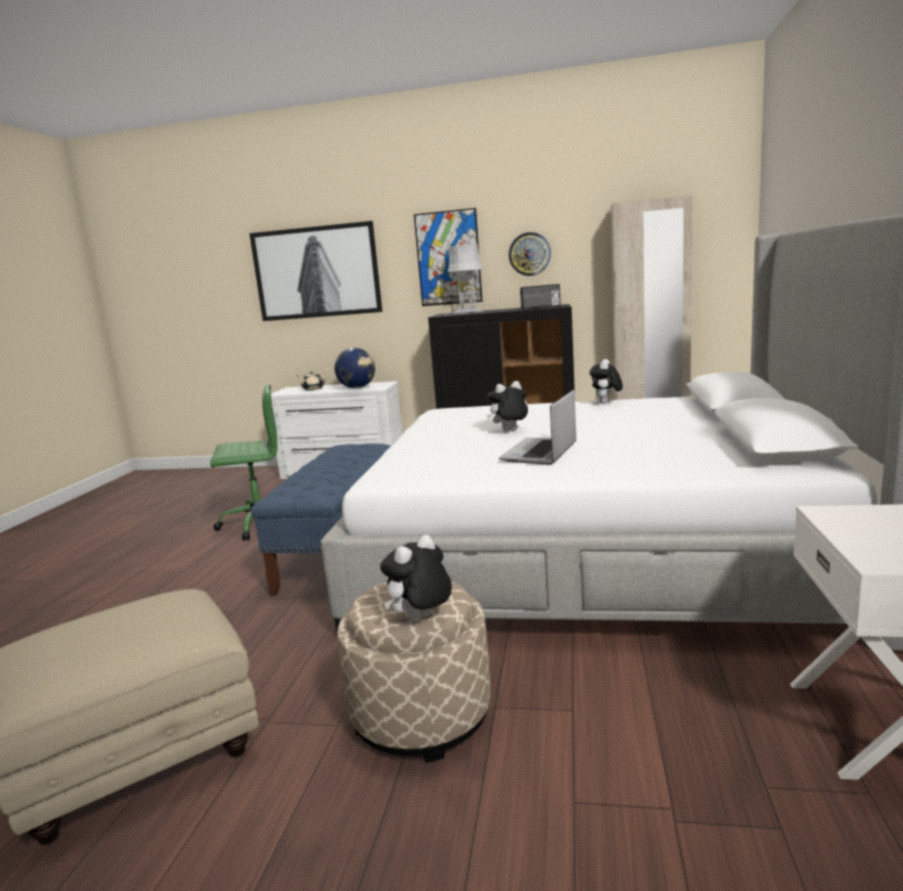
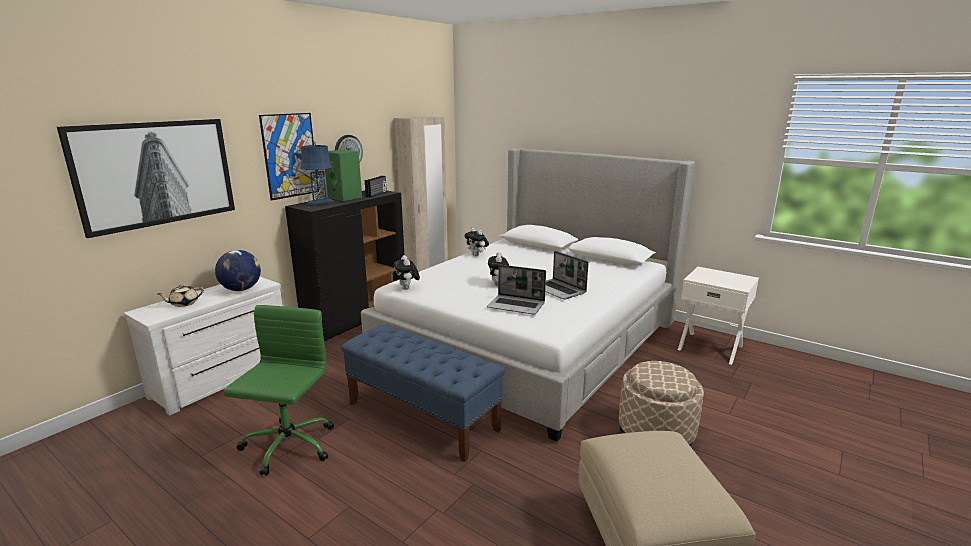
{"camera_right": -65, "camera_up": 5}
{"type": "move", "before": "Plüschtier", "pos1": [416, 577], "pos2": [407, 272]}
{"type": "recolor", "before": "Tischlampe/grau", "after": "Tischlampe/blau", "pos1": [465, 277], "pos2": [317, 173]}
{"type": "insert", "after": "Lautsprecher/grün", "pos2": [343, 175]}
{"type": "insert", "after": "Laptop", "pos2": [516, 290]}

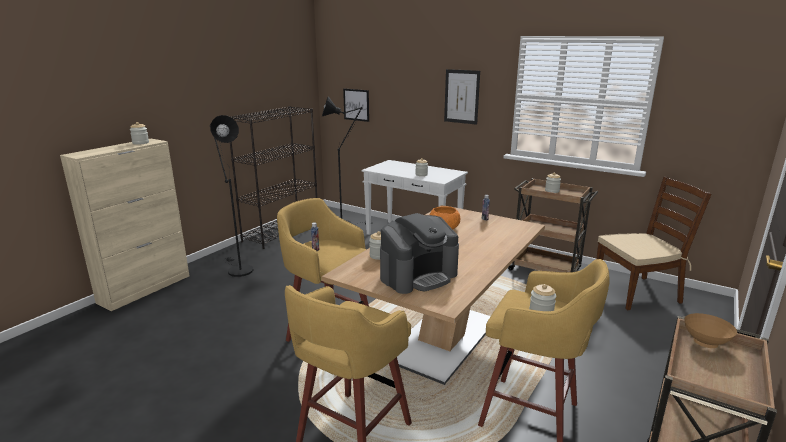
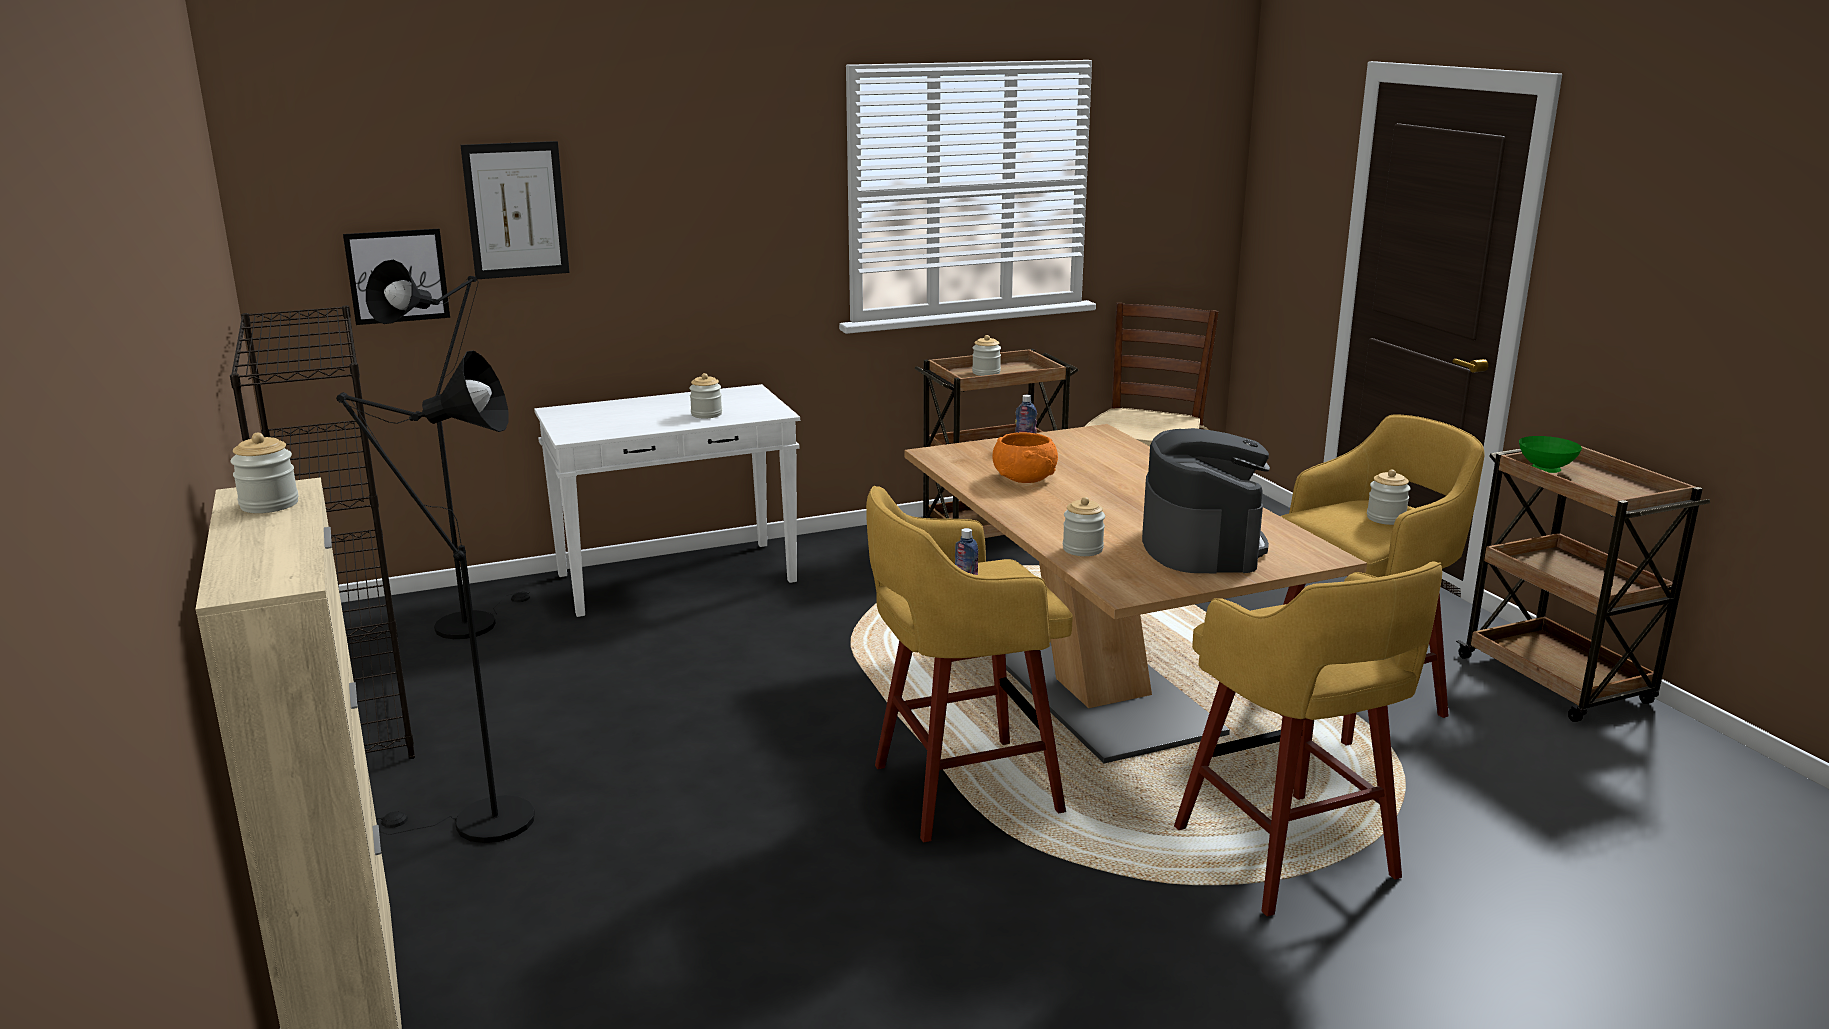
{"camera_right": -55, "camera_up": 0}
{"type": "move", "before": "Bild", "pos1": [462, 97], "pos2": [515, 210]}
{"type": "recolor", "before": "Schüssel/braun", "after": "Schüssel/grün", "pos1": [710, 330], "pos2": [1550, 454]}

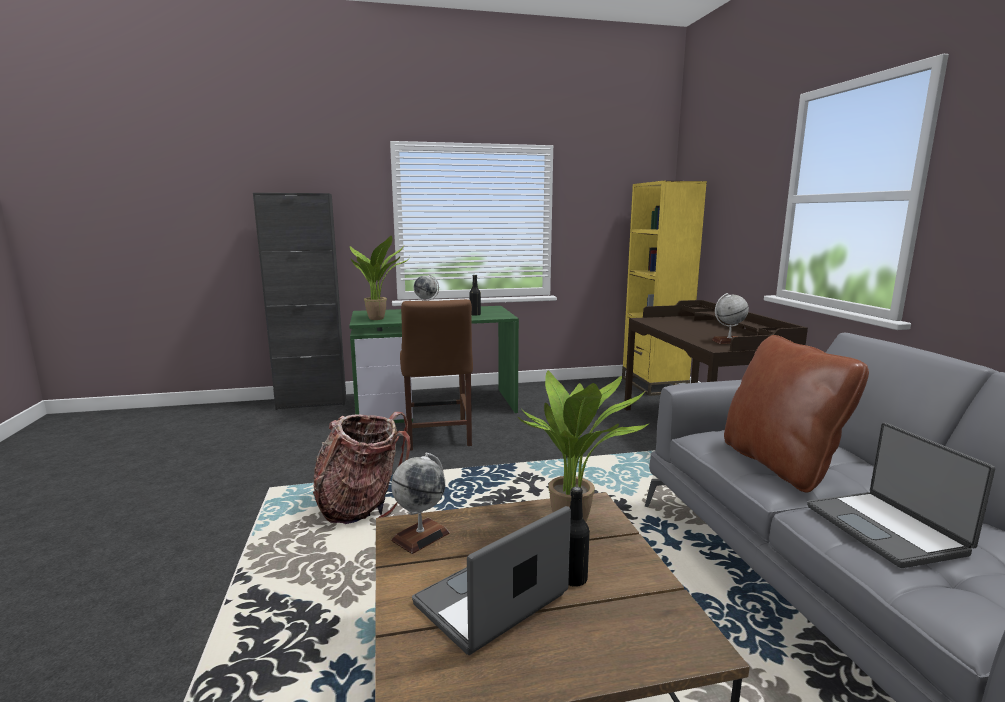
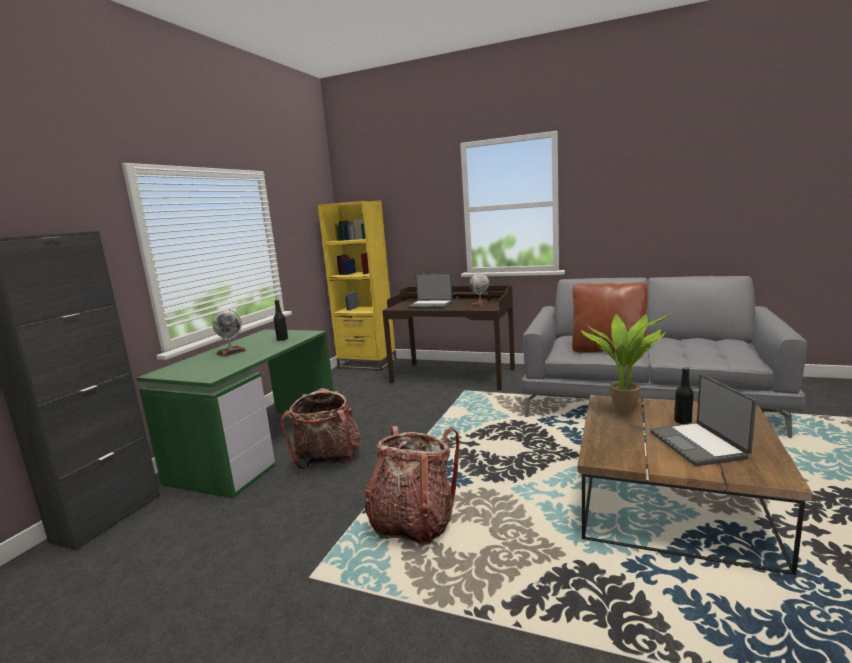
{"camera_right": -55, "camera_up": 0}
{"type": "delete", "before": "Topfpflanze", "pos1": [380, 278]}
{"type": "delete", "before": "Globus", "pos1": [420, 503]}
{"type": "replace", "before": "Stuhl/braun", "after": "Rucksack", "pos1": [436, 375], "pos2": [321, 428]}
{"type": "move", "before": "Laptop", "pos1": [901, 495], "pos2": [430, 291]}

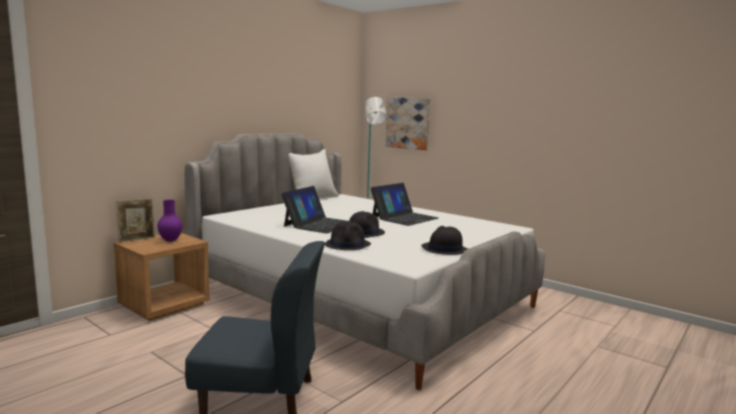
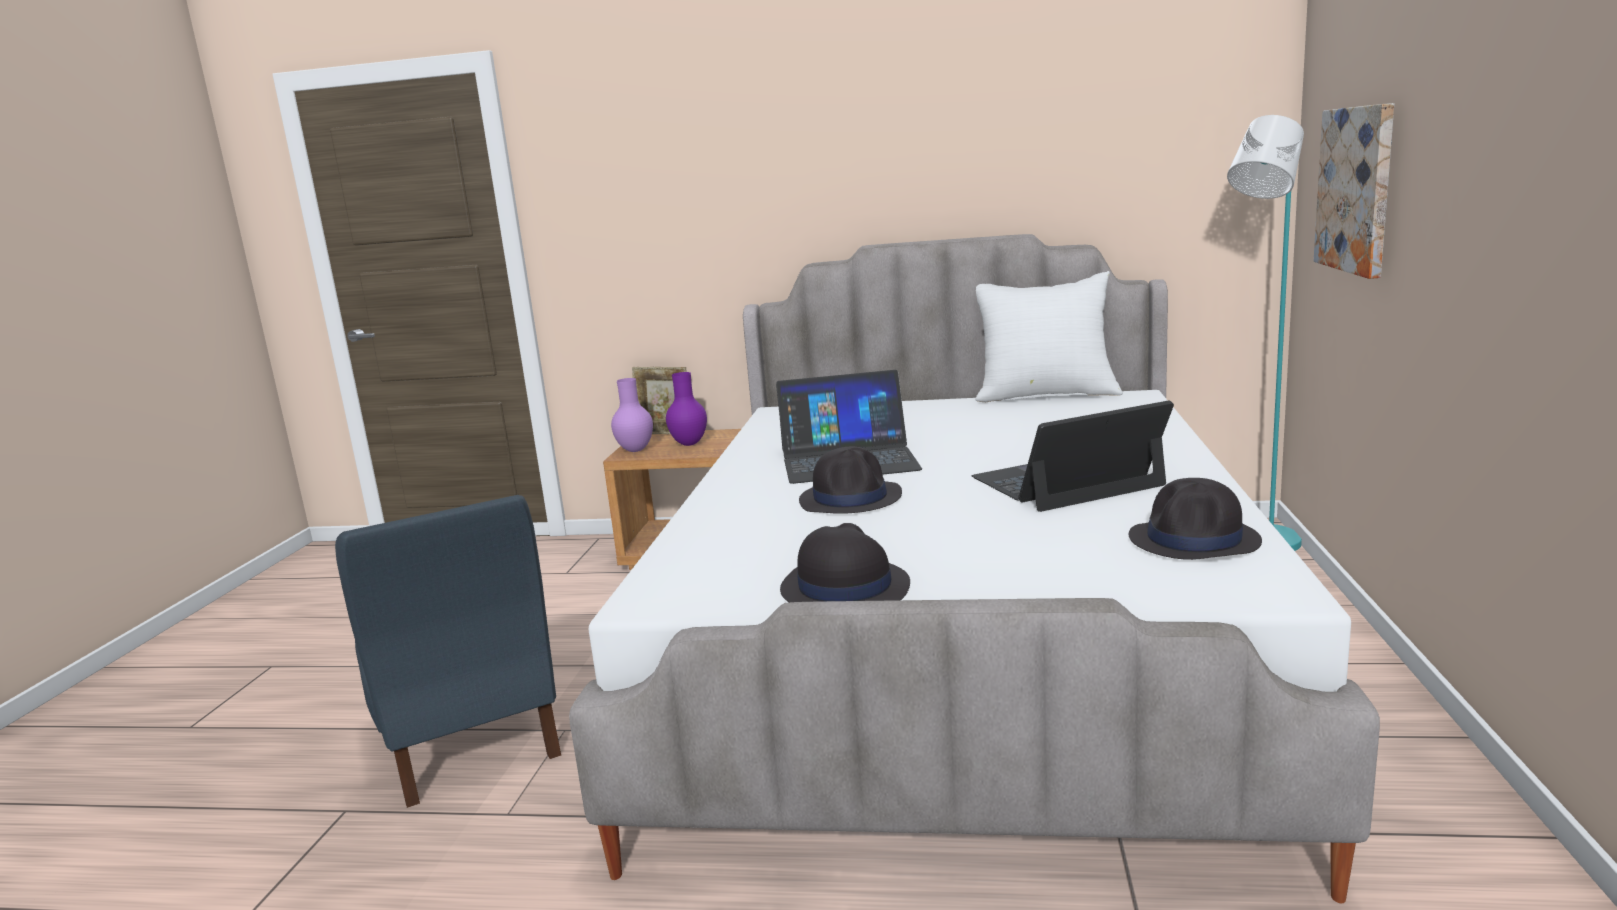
{"camera_right": 60, "camera_up": 5}
{"type": "move", "before": "Hut/schwarz", "pos1": [348, 235], "pos2": [1195, 519]}
{"type": "rotate", "before": "Laptop", "pos1": [404, 204], "pos2": [1073, 456], "turn": 150}
{"type": "insert", "after": "Vase/lila", "pos2": [632, 415]}

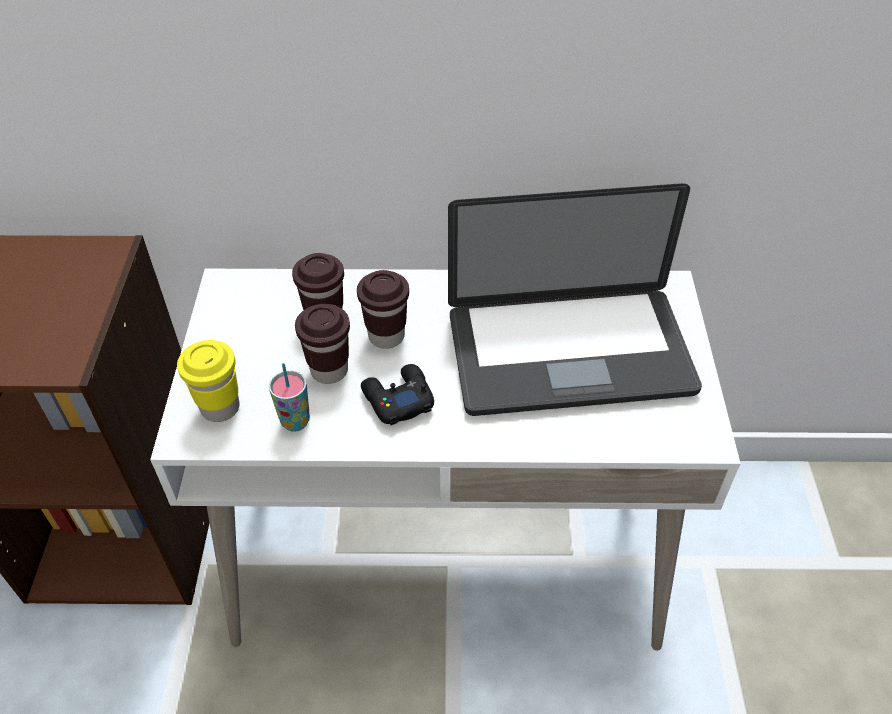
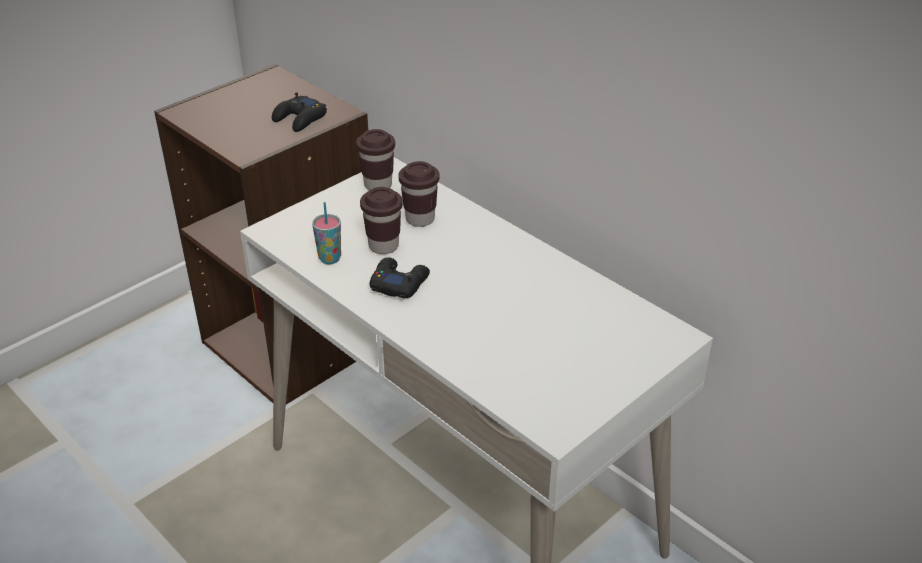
{"camera_right": 45, "camera_up": -10}
{"type": "delete", "before": "Tasse/gelb", "pos1": [208, 381]}
{"type": "move", "before": "Tasse/braun", "pos1": [383, 309], "pos2": [375, 159]}
{"type": "delete", "before": "Laptop", "pos1": [575, 299]}
{"type": "insert", "after": "Gamepad/schwarz", "pos2": [299, 112]}

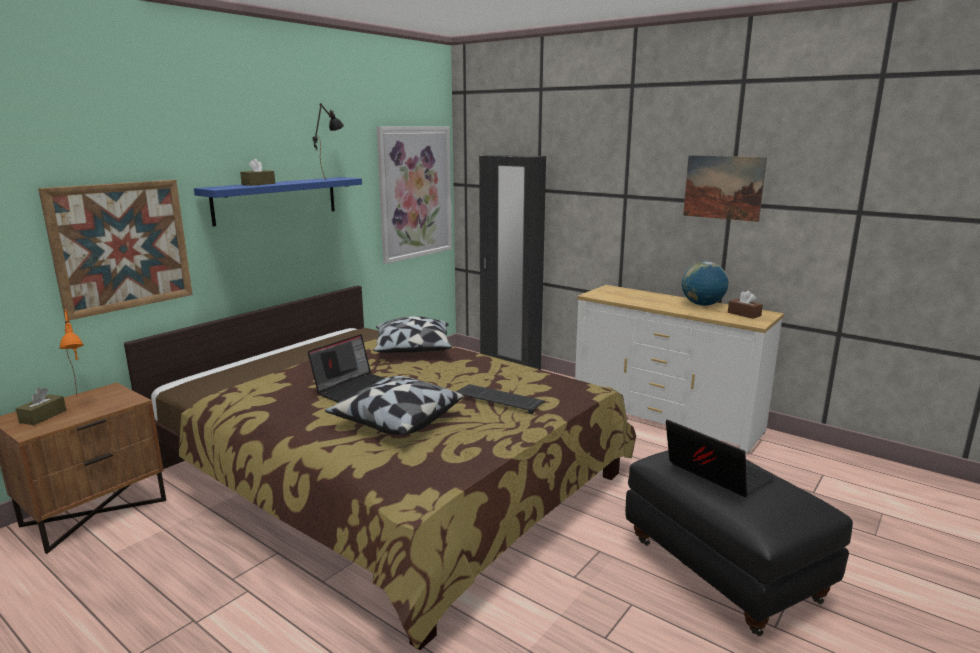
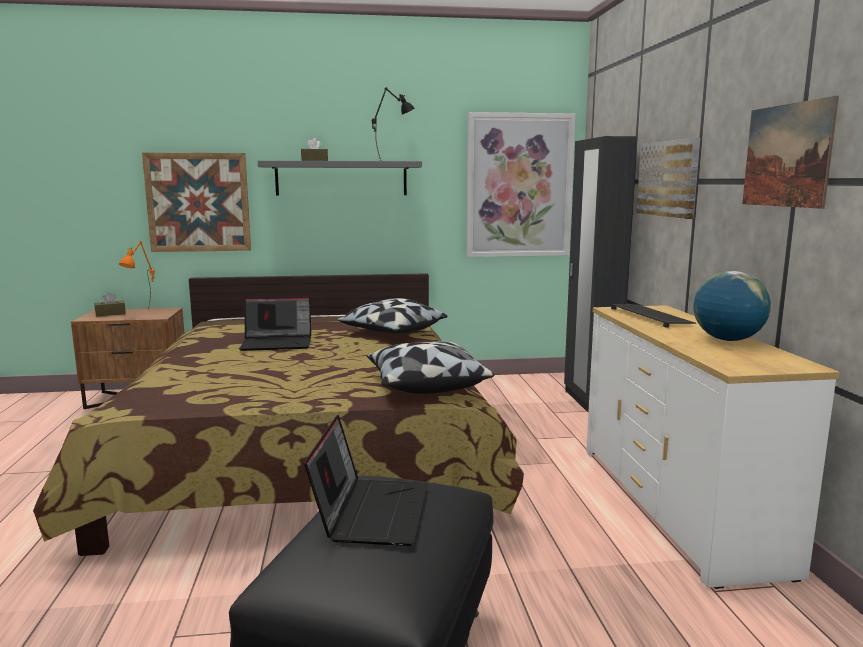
{"camera_right": 45, "camera_up": -5}
{"type": "recolor", "before": "Wandregal/blau", "after": "Wandregal/grau", "pos1": [278, 202], "pos2": [340, 178]}
{"type": "move", "before": "Kissen", "pos1": [394, 406], "pos2": [430, 367]}
{"type": "move", "before": "Tastatur", "pos1": [500, 399], "pos2": [653, 316]}
{"type": "delete", "before": "Taschentuchbox/braun", "pos1": [745, 305]}
{"type": "insert", "after": "Bild", "pos2": [668, 178]}

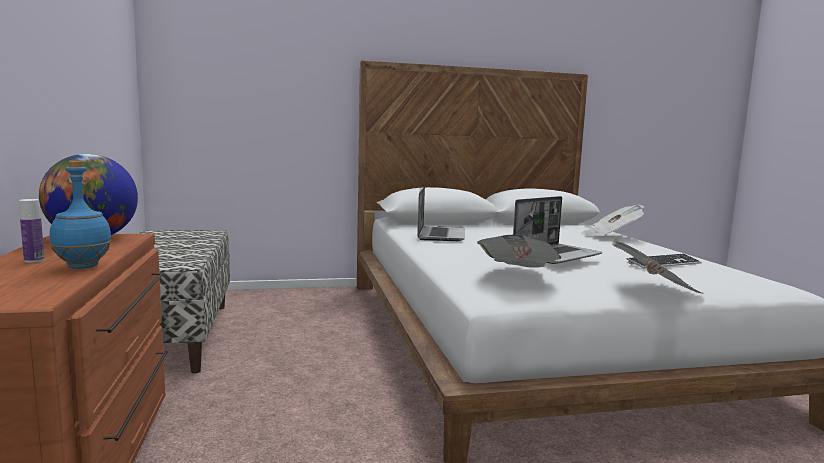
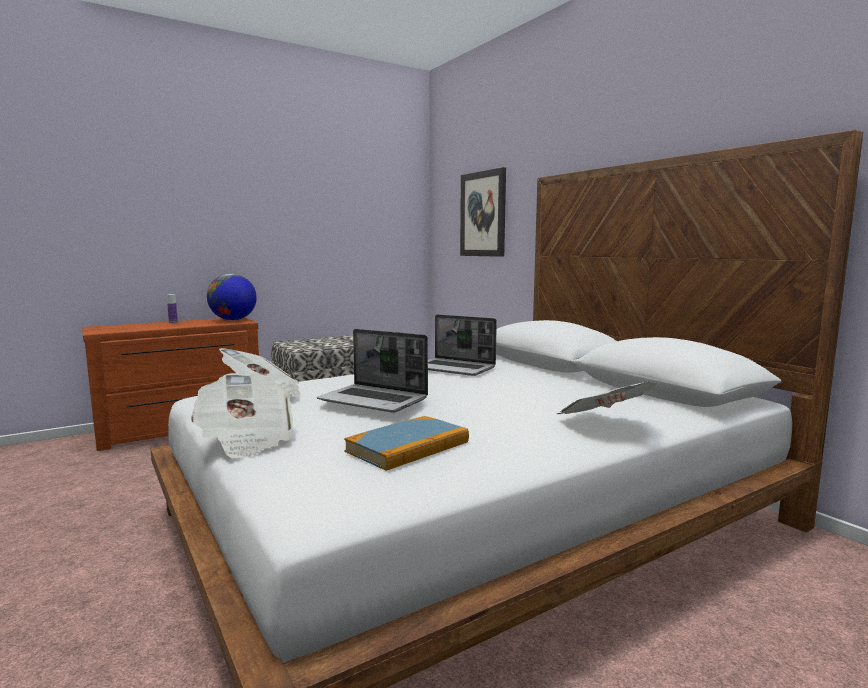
{"camera_right": 70, "camera_up": 0}
{"type": "delete", "before": "Flasche/blau", "pos1": [80, 215]}
{"type": "rotate", "before": "Laptop", "pos1": [441, 213], "pos2": [462, 345], "turn": 45}
{"type": "replace", "before": "Tastatur", "after": "Buch", "pos1": [664, 261], "pos2": [406, 443]}
{"type": "insert", "after": "Bild", "pos2": [483, 212]}

